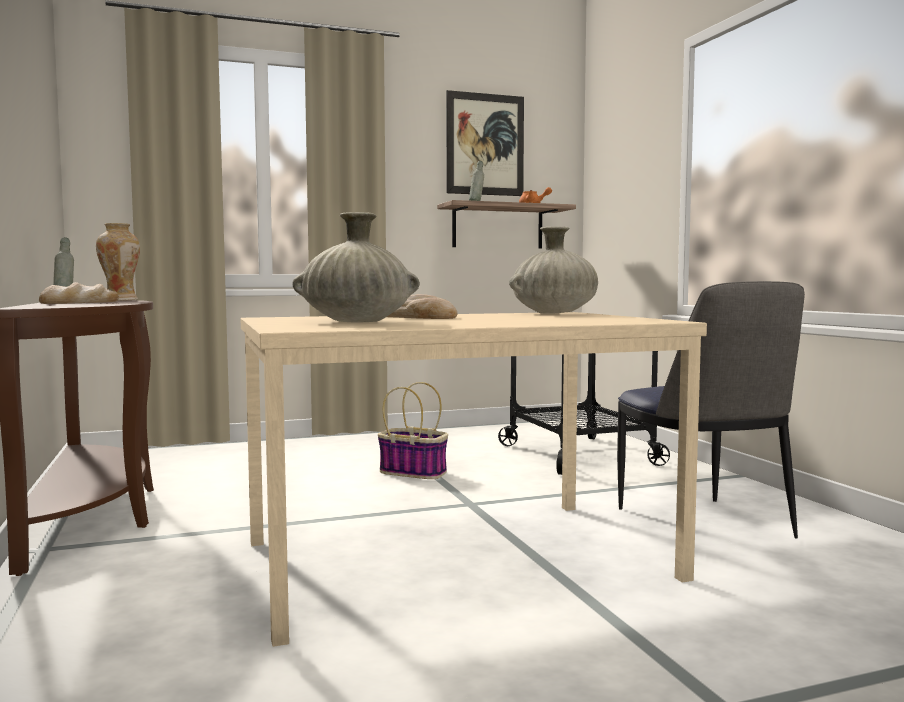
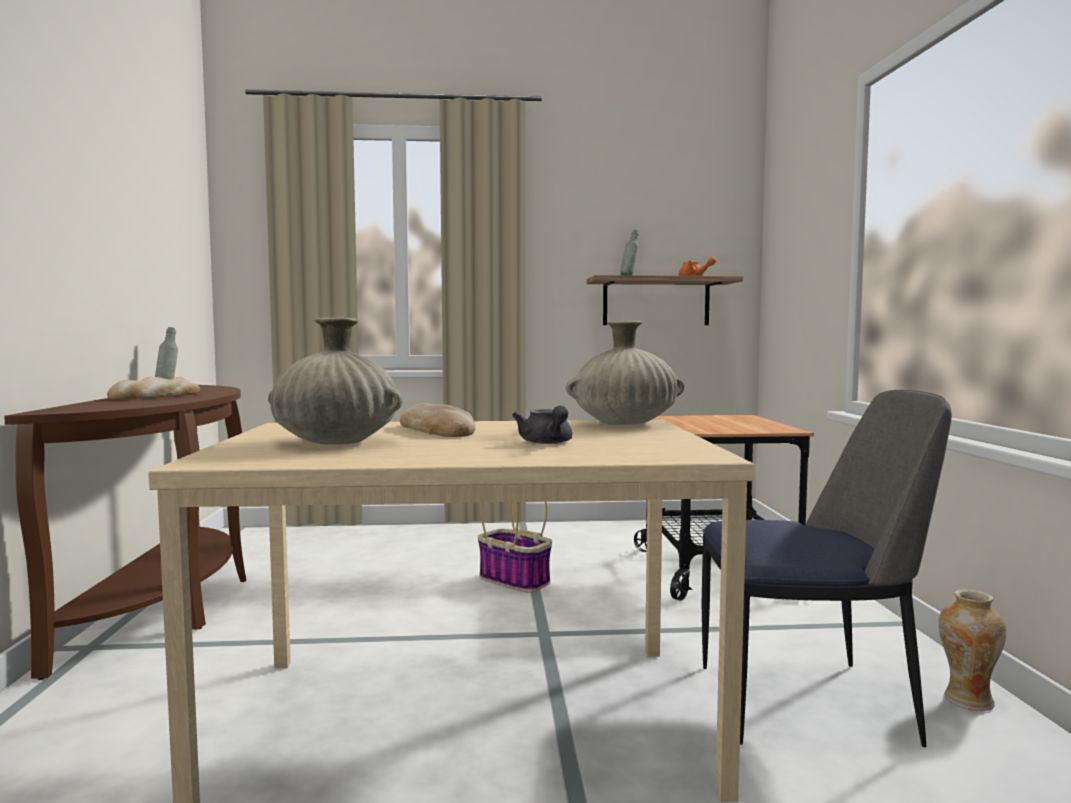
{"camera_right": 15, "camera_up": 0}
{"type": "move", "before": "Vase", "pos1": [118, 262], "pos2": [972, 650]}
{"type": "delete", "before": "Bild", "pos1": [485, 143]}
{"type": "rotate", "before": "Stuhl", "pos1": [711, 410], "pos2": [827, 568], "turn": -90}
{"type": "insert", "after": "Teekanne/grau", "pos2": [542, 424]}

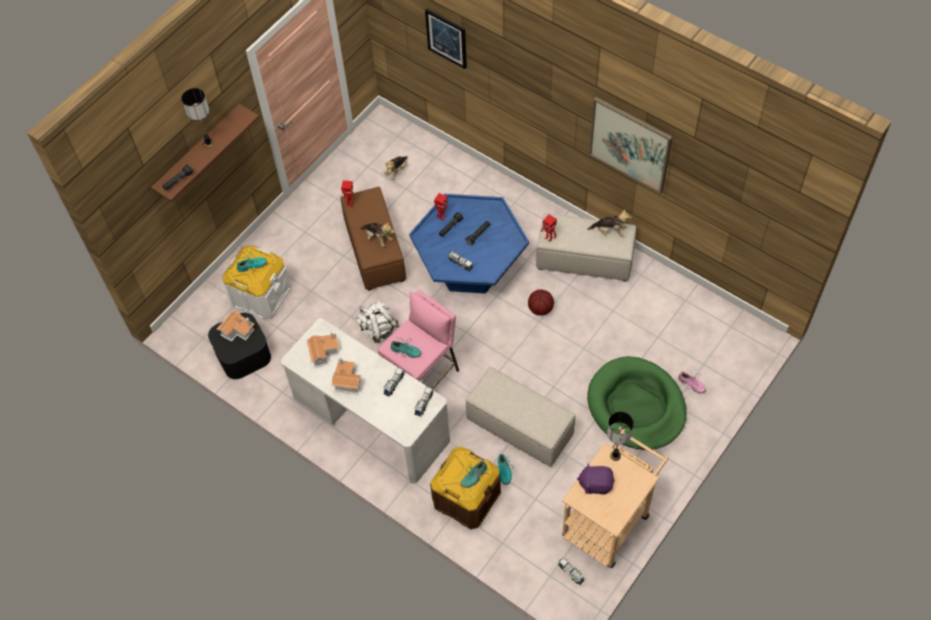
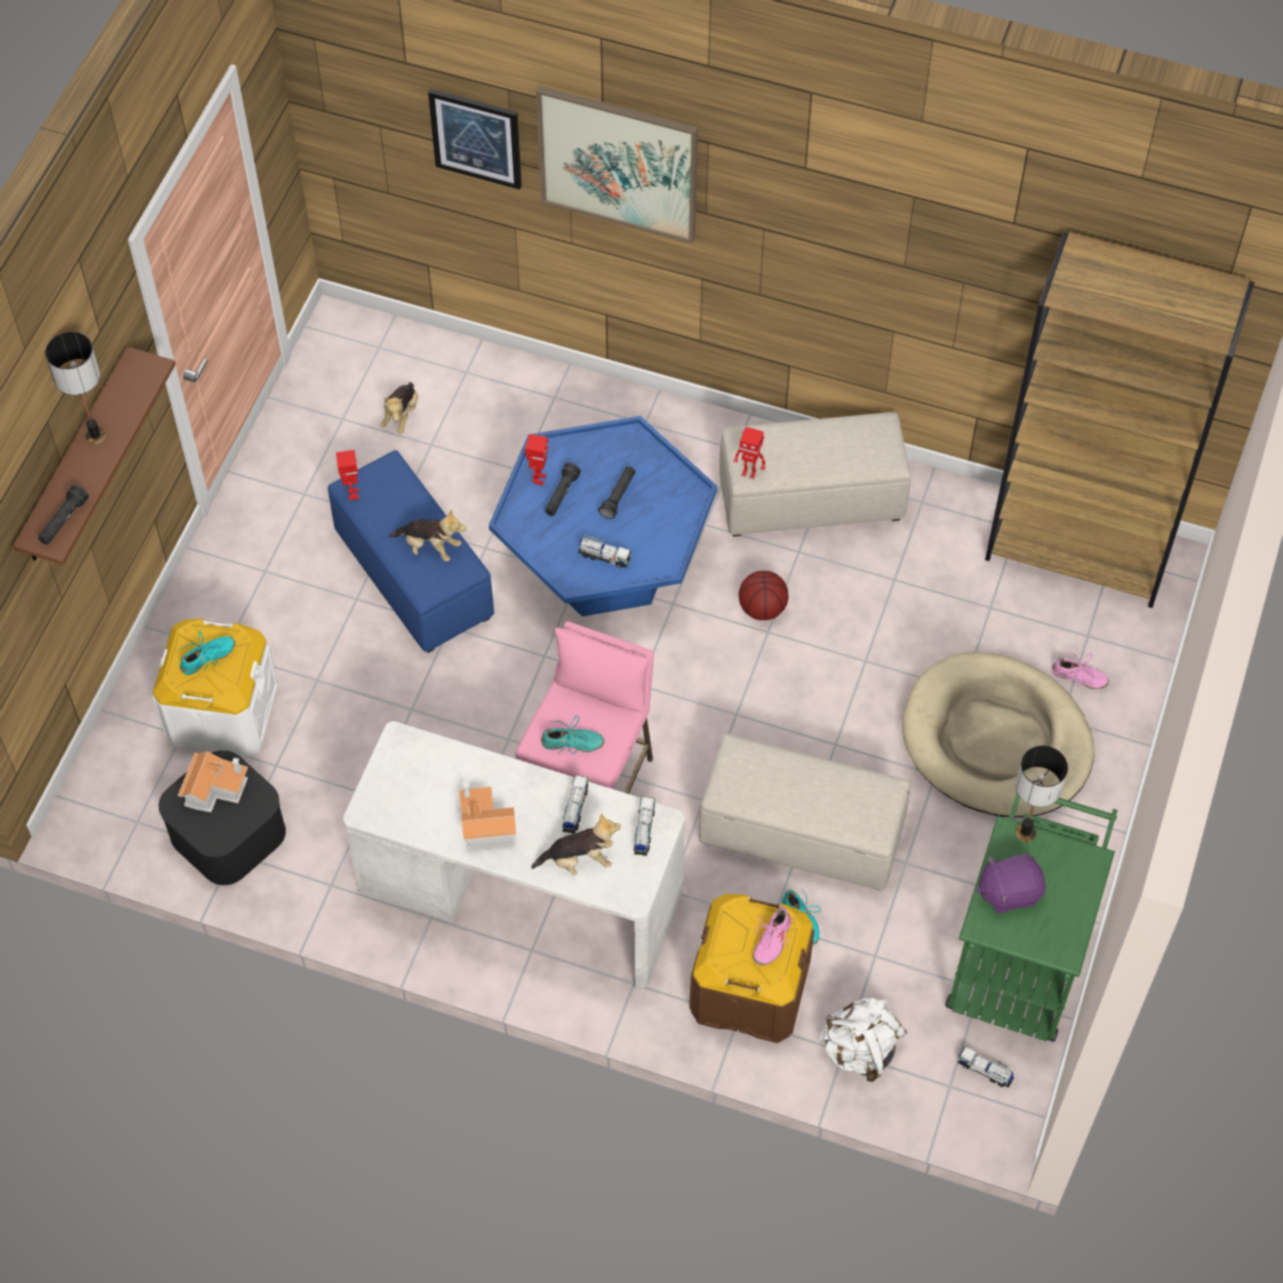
{"camera_right": -20, "camera_up": 0}
{"type": "delete", "before": "Spielzeughaus", "pos1": [323, 349]}
{"type": "recolor", "before": "Polsterhocker/braun", "after": "Polsterhocker/blau", "pos1": [373, 239], "pos2": [411, 551]}
{"type": "move", "before": "Rucksack/weiß", "pos1": [378, 322], "pos2": [862, 1039]}
{"type": "recolor", "before": "Schuh/türkis", "after": "Schuh/rosa", "pos1": [474, 474], "pos2": [774, 935]}
{"type": "recolor", "before": "Rollwagen/beige", "after": "Rollwagen/grün", "pos1": [615, 498], "pos2": [1031, 917]}
{"type": "move", "before": "Plüschtier", "pos1": [609, 223], "pos2": [576, 844]}
{"type": "recolor", "before": "Hundebett/grün", "after": "Hundebett/beige", "pos1": [637, 403], "pos2": [998, 735]}
{"type": "move", "before": "Bild", "pos1": [630, 145], "pos2": [617, 165]}
{"type": "insert", "after": "Bücherregal/braun", "pos2": [1120, 420]}

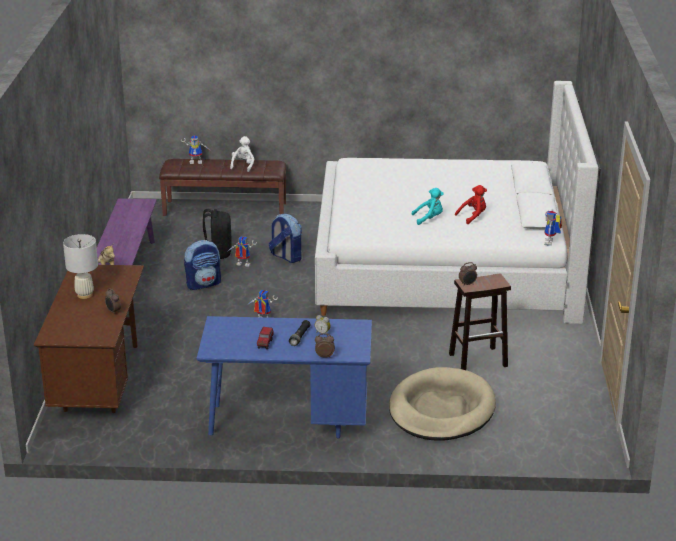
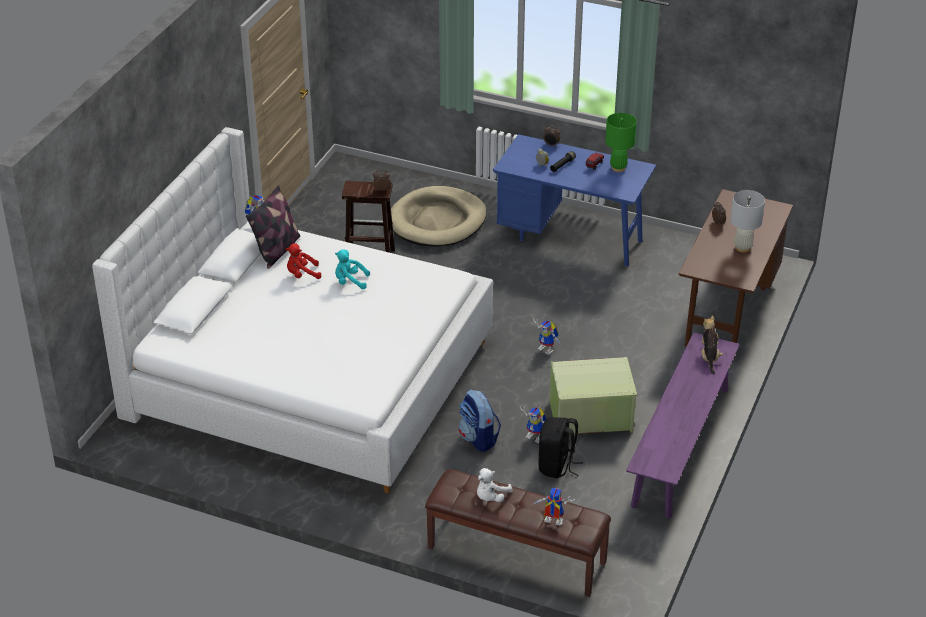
{"camera_right": -160, "camera_up": 10}
{"type": "replace", "before": "Rucksack", "after": "Aufbewahrungsbox/grün", "pos1": [202, 265], "pos2": [593, 395]}
{"type": "insert", "after": "Kissen", "pos2": [273, 227]}
{"type": "insert", "after": "Tischlampe/grün", "pos2": [621, 142]}

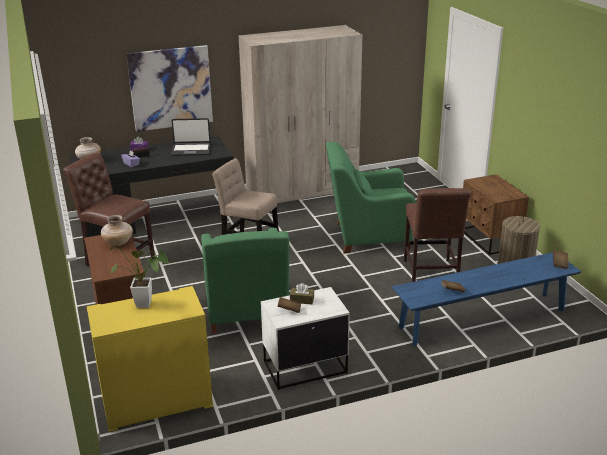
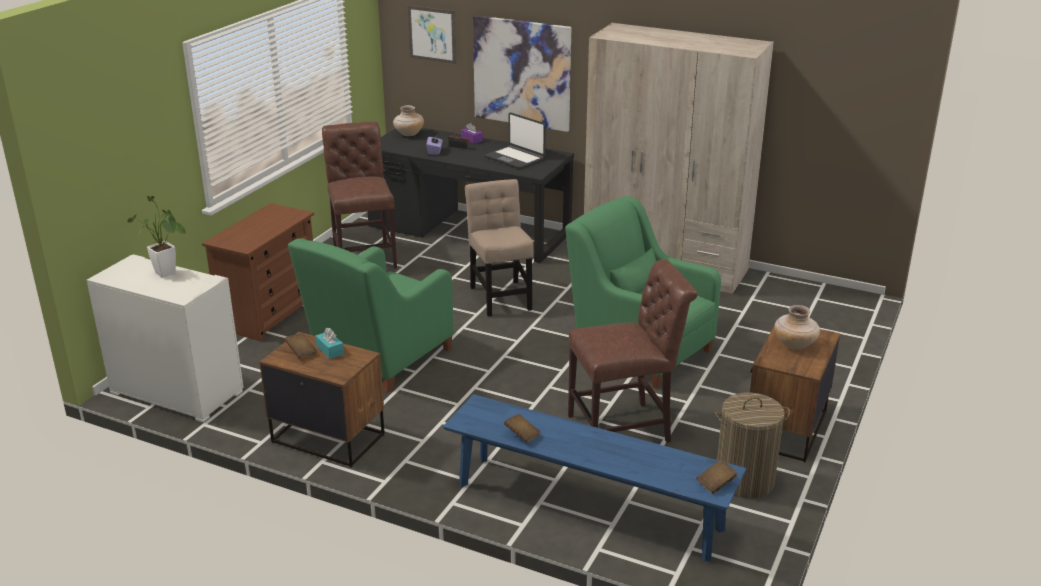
{"camera_right": 45, "camera_up": 0}
{"type": "recolor", "before": "Kommode/gelb", "after": "Kommode/weiß", "pos1": [150, 359], "pos2": [165, 338]}
{"type": "move", "before": "Vase/beige", "pos1": [117, 230], "pos2": [797, 327]}
{"type": "recolor", "before": "Nachttisch/weiß", "after": "Nachttisch/braun", "pos1": [305, 338], "pos2": [322, 399]}
{"type": "recolor", "before": "Taschentuchbox/braun", "after": "Taschentuchbox/türkis", "pos1": [302, 293], "pos2": [330, 343]}
{"type": "rotate", "before": "Stuhl/braun", "pos1": [437, 235], "pos2": [632, 351], "turn": -150}
{"type": "insert", "after": "Bild", "pos2": [432, 34]}

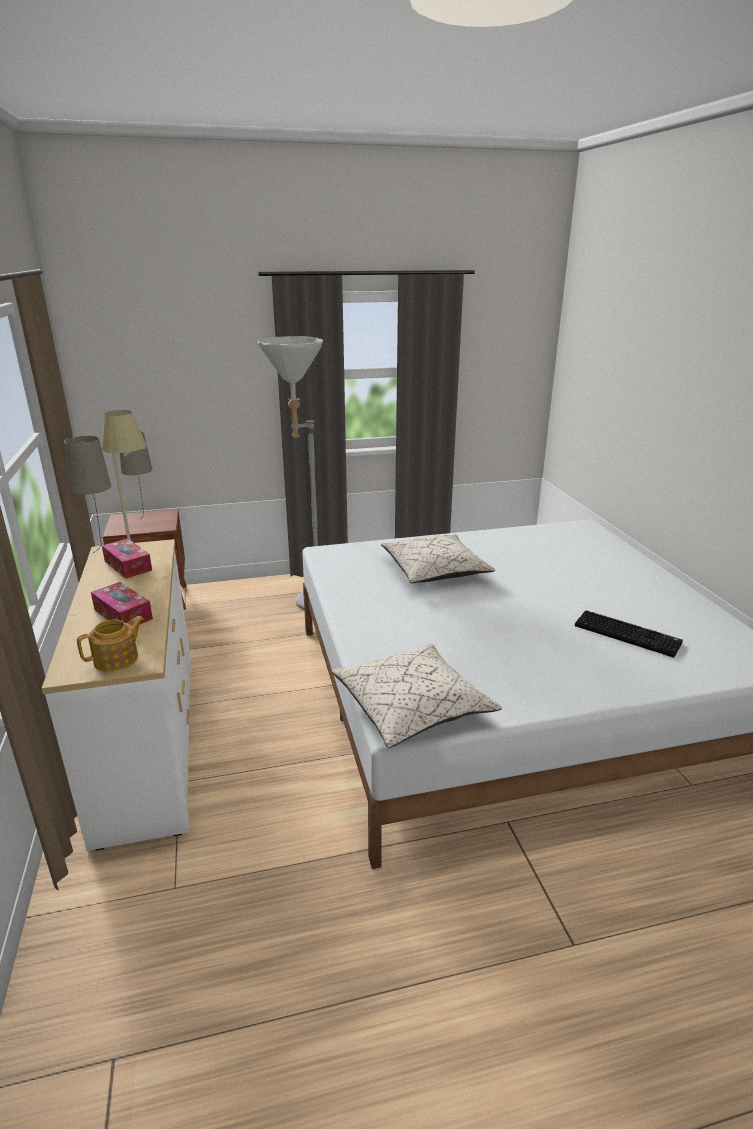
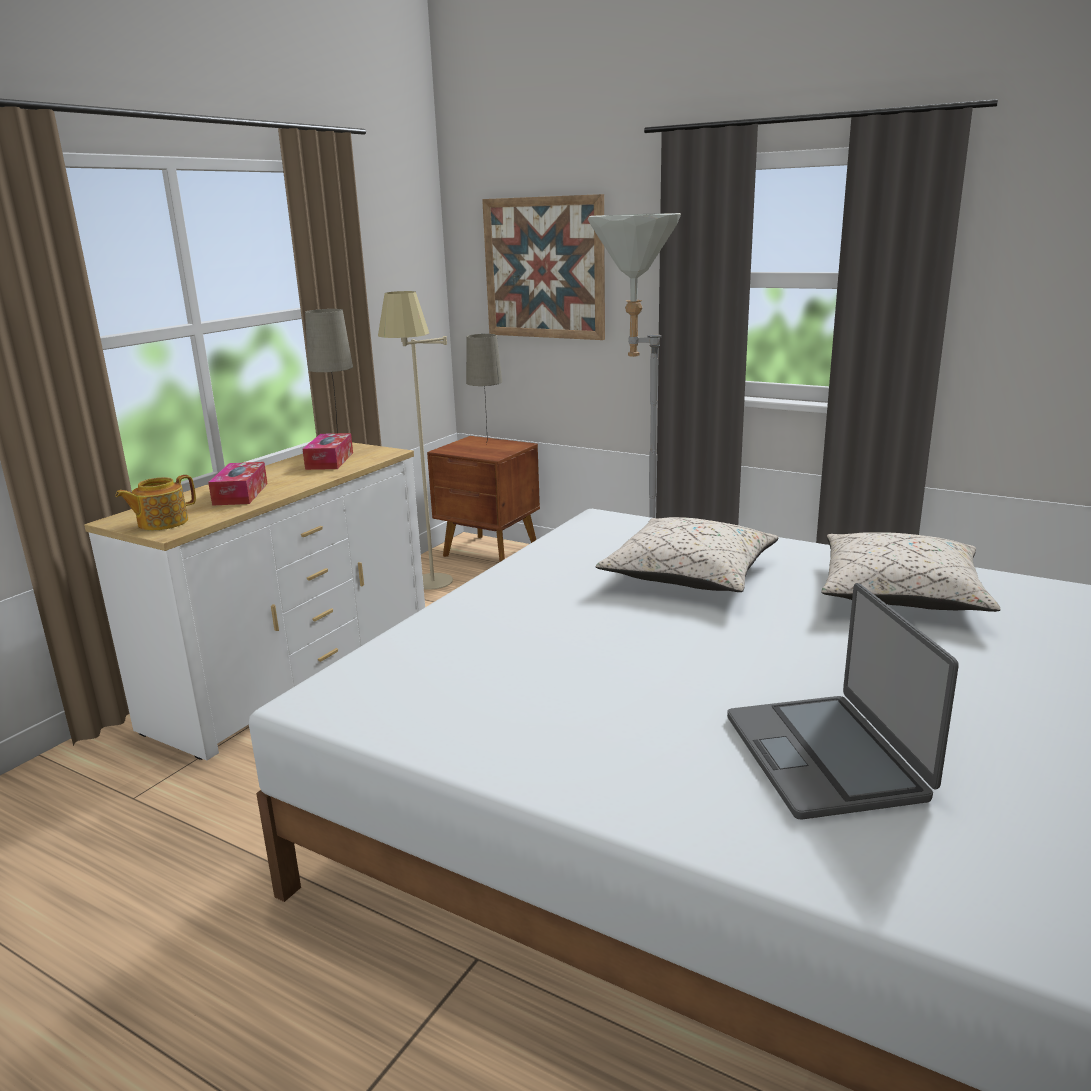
{"camera_right": 45, "camera_up": -5}
{"type": "rotate", "before": "Teekanne", "pos1": [111, 643], "pos2": [155, 503], "turn": 135}
{"type": "move", "before": "Kissen/beige", "pos1": [416, 695], "pos2": [910, 572]}
{"type": "replace", "before": "Tastatur", "after": "Laptop", "pos1": [629, 634], "pos2": [843, 701]}
{"type": "insert", "after": "Bild", "pos2": [543, 267]}

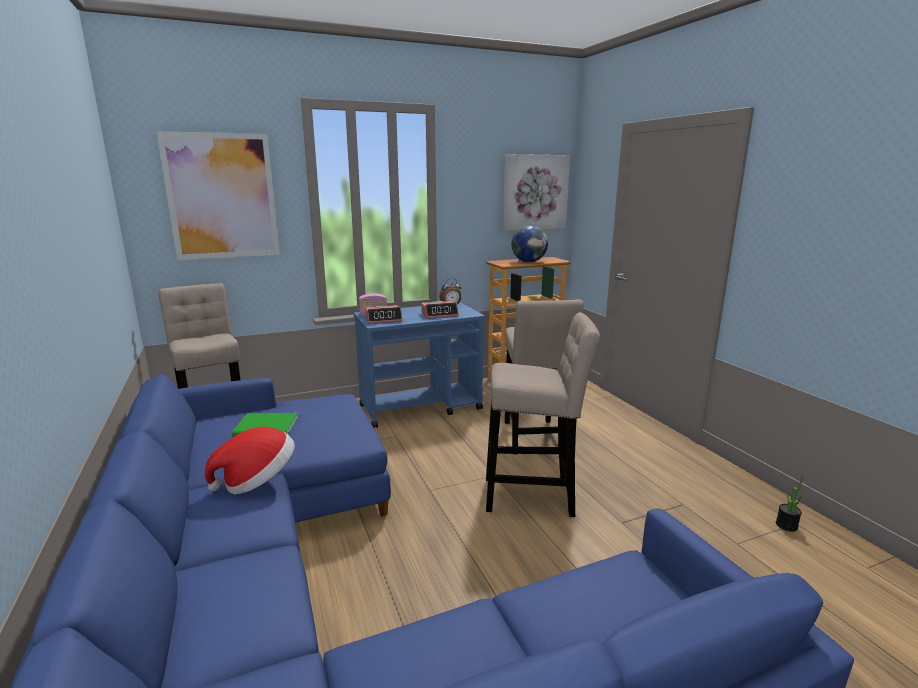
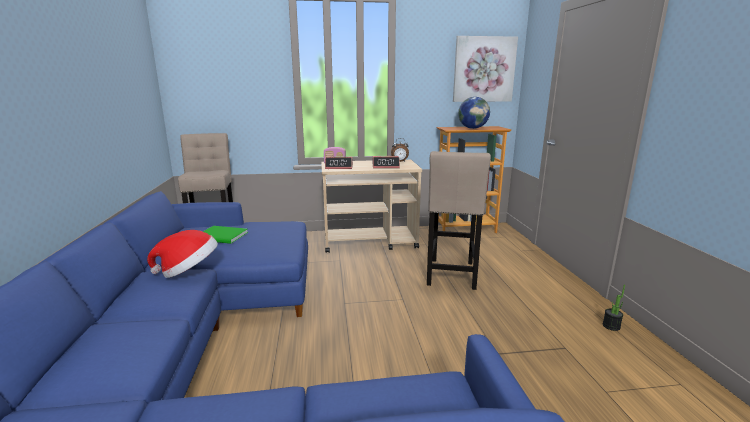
{"camera_right": 15, "camera_up": 0}
{"type": "delete", "before": "Bild", "pos1": [218, 195]}
{"type": "recolor", "before": "Rollwagen/blau", "after": "Rollwagen/beige", "pos1": [419, 365], "pos2": [372, 206]}
{"type": "delete", "before": "Hocker/beige", "pos1": [543, 414]}
{"type": "move", "before": "Topfpflanze", "pos1": [789, 503], "pos2": [614, 308]}

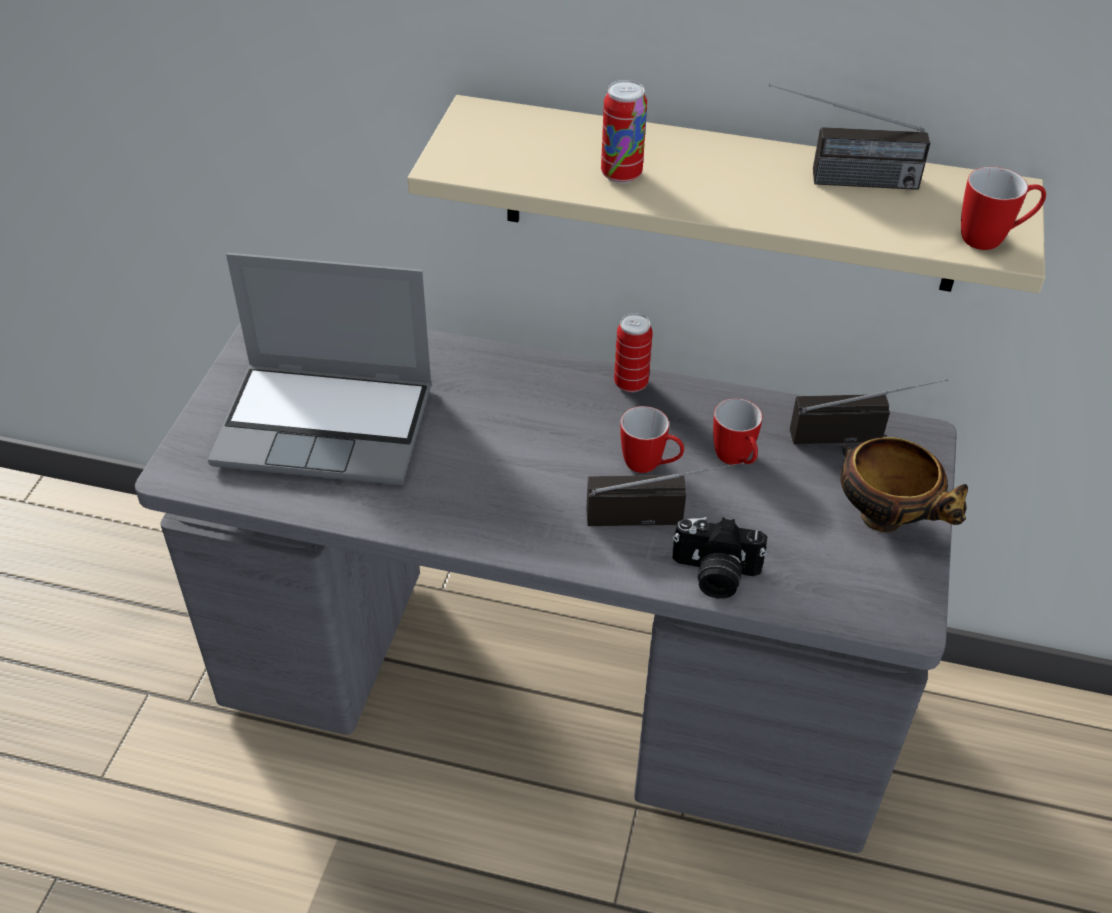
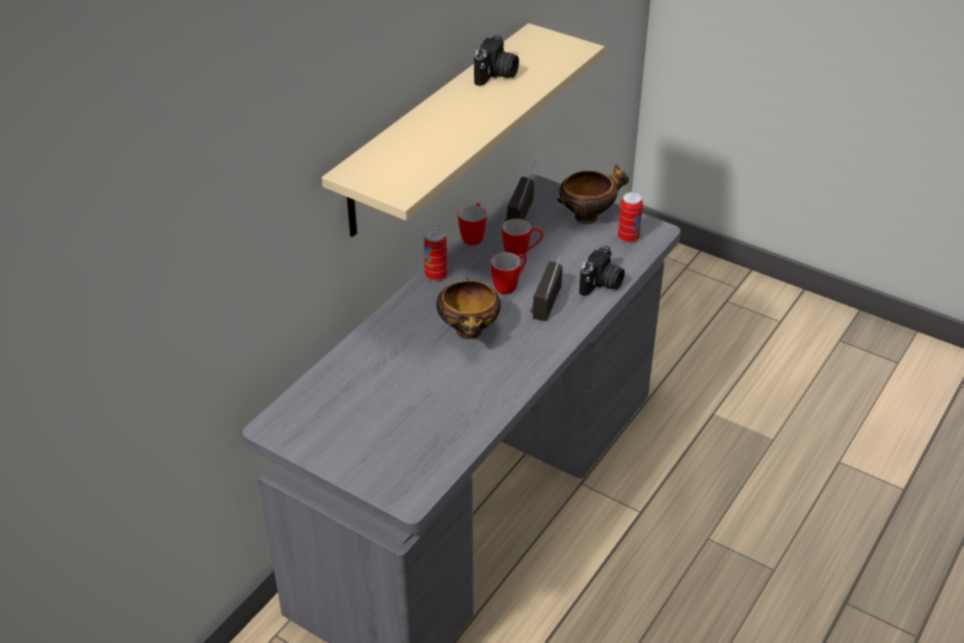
{"camera_right": -70, "camera_up": -5}
{"type": "delete", "before": "Laptop", "pos1": [320, 369]}
{"type": "move", "before": "Dose", "pos1": [624, 132], "pos2": [630, 217]}
{"type": "replace", "before": "Radio", "after": "Kamera", "pos1": [849, 137], "pos2": [496, 60]}
{"type": "move", "before": "Henkelbecher", "pos1": [1003, 208], "pos2": [472, 224]}
{"type": "insert", "after": "Schüssel", "pos2": [468, 308]}

